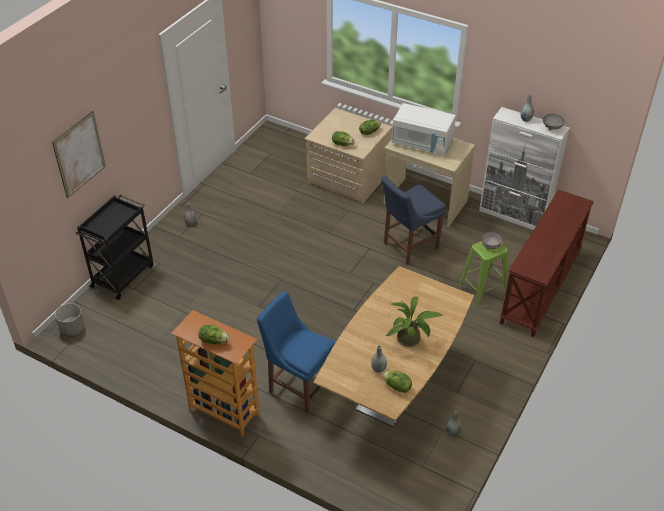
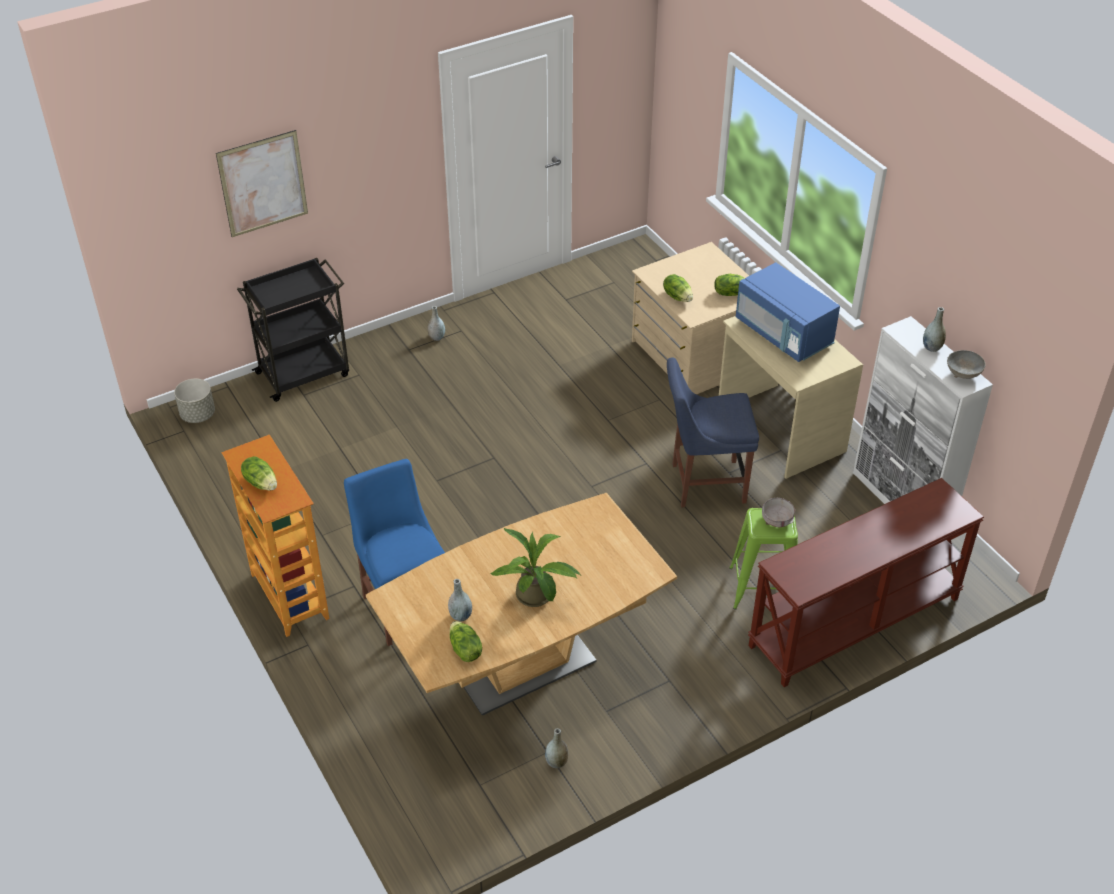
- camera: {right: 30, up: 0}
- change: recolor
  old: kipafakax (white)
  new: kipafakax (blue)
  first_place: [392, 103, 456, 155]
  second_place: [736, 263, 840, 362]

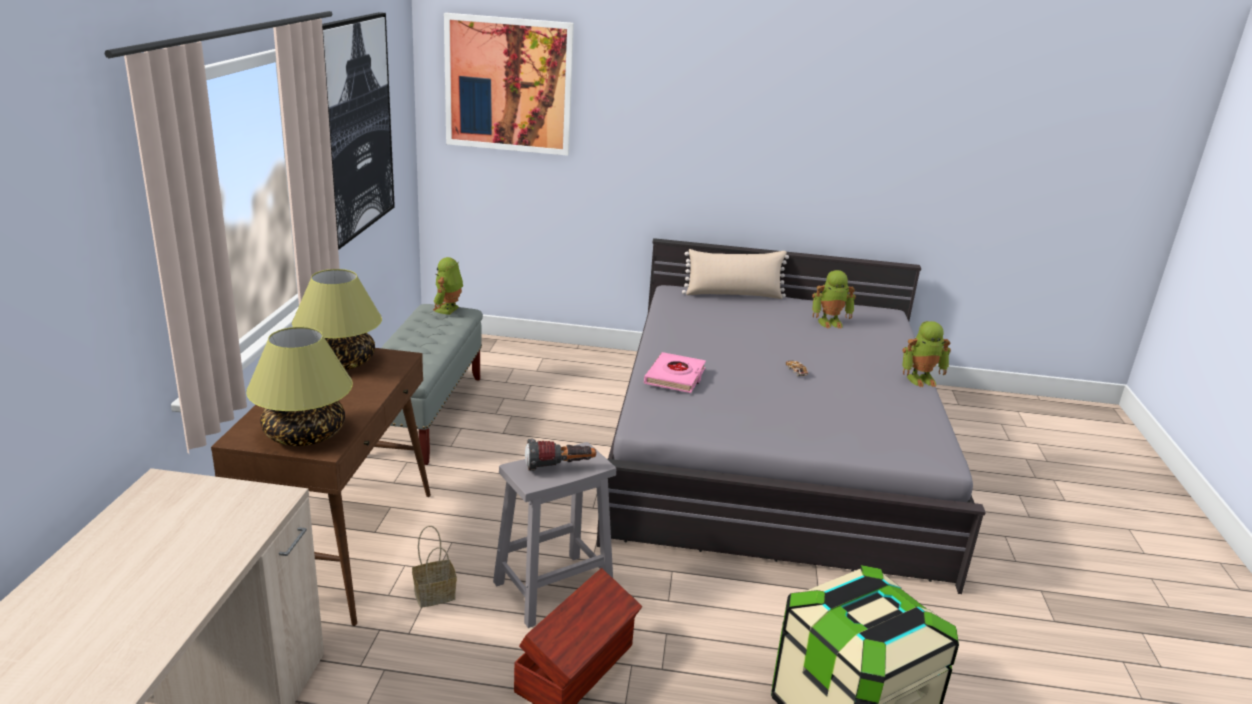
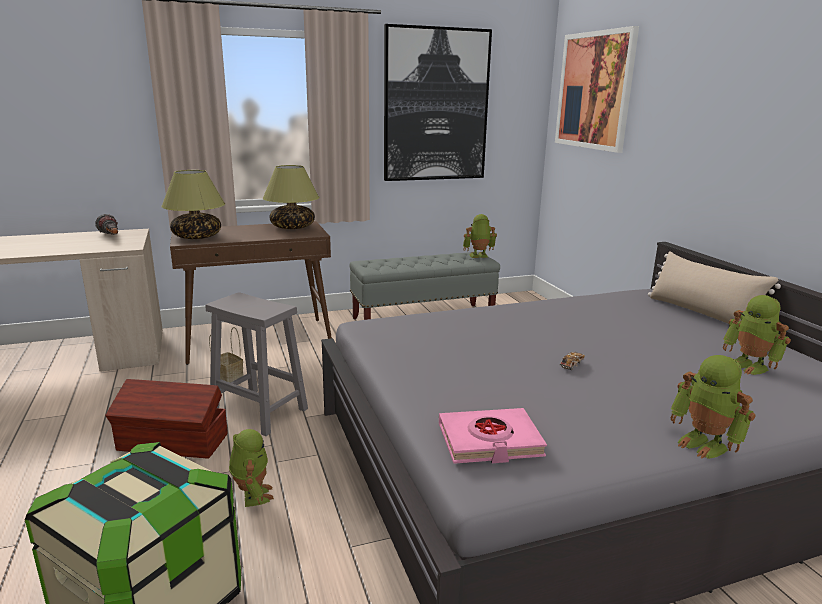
- camera: {right: 65, up: -5}
- change: move
  old: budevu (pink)
  first_place: [644, 352, 706, 393]
  second_place: [439, 408, 547, 464]
- change: move
  old: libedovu
  first_place: [525, 439, 596, 471]
  second_place: [95, 214, 118, 235]
- change: insert
  new: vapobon
  second_place: [229, 429, 274, 507]

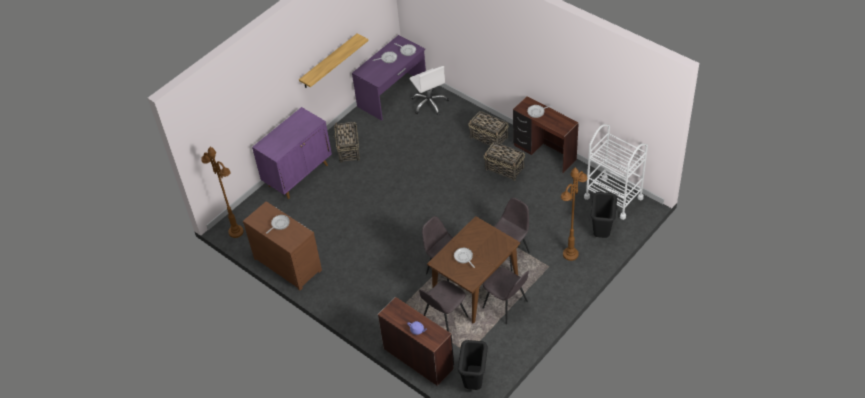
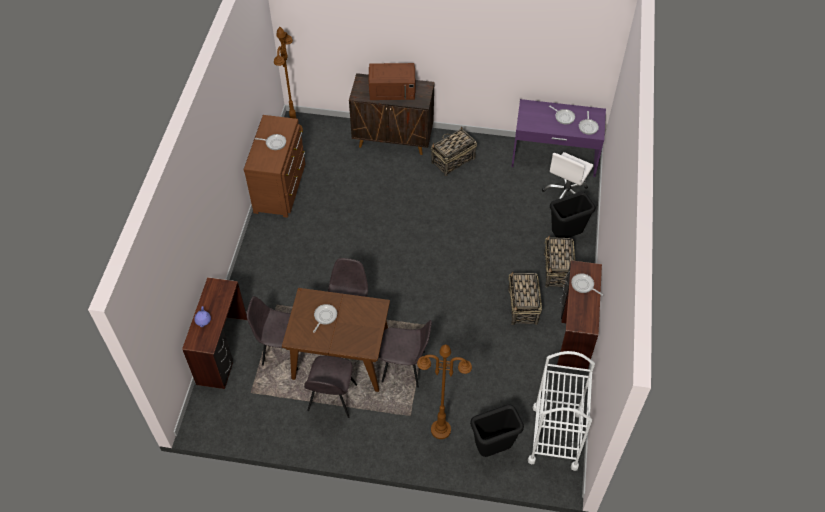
- camera: {right: 55, up: 5}
- change: delete
  old: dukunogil
  first_place: [299, 33, 369, 88]
- change: recolor
  old: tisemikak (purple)
  new: tisemikak (brown)
  first_place: [252, 107, 332, 199]
  second_place: [349, 73, 435, 155]
- change: move
  old: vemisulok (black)
  first_place: [458, 340, 488, 390]
  second_place: [550, 192, 595, 238]
- change: insert
  new: kipafakax (brown)
  second_place: [369, 63, 415, 100]

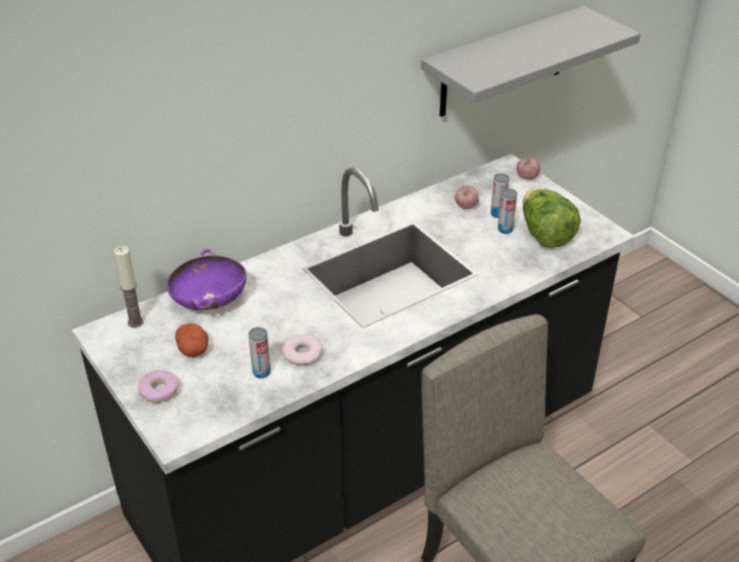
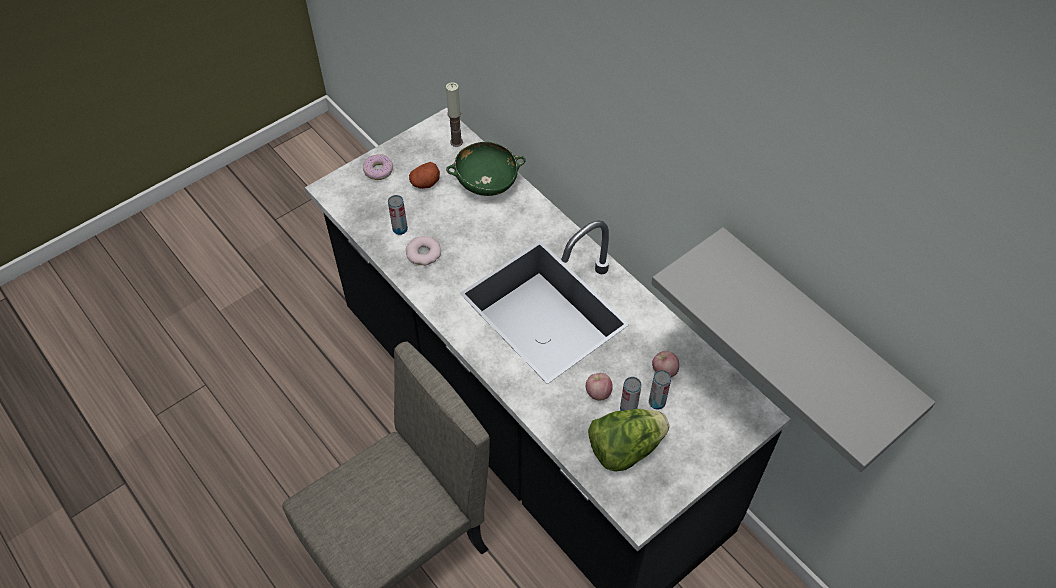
- camera: {right: 85, up: 15}
- change: move
  old: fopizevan
  first_place: [516, 157, 540, 180]
  second_place: [586, 373, 613, 400]
- change: recolor
  old: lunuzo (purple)
  new: lunuzo (green)
  first_place: [167, 249, 247, 310]
  second_place: [446, 142, 525, 196]

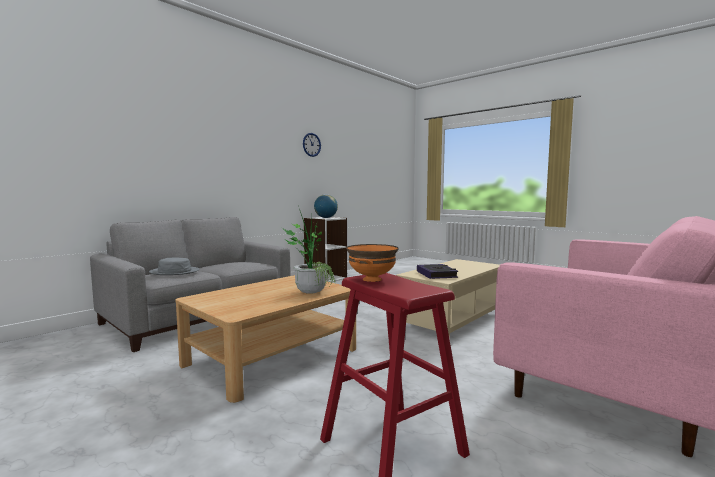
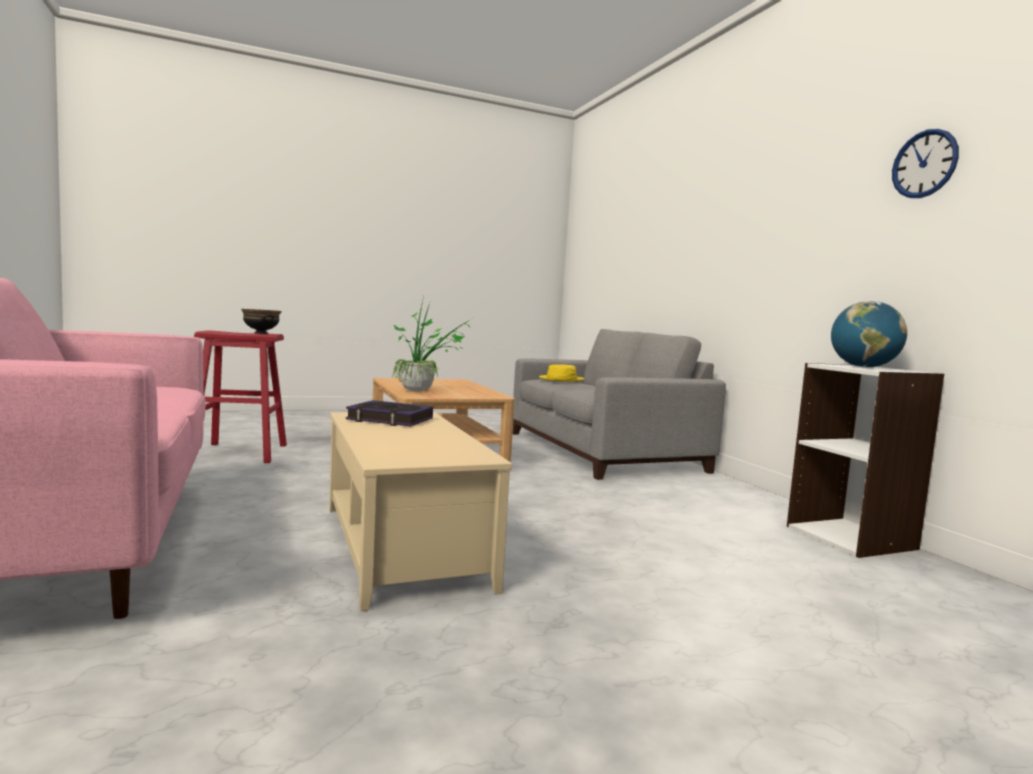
- camera: {right: 115, up: 0}
- change: recolor
  old: lunuzo (orange)
  new: lunuzo (black)
  first_place: [346, 244, 399, 282]
  second_place: [241, 309, 282, 334]
- change: recolor
  old: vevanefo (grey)
  new: vevanefo (yellow)
  first_place: [149, 258, 199, 275]
  second_place: [539, 364, 584, 382]

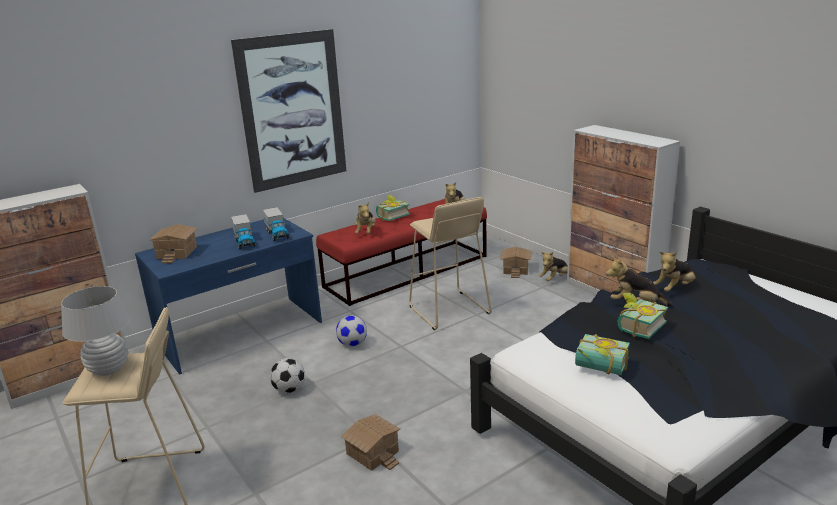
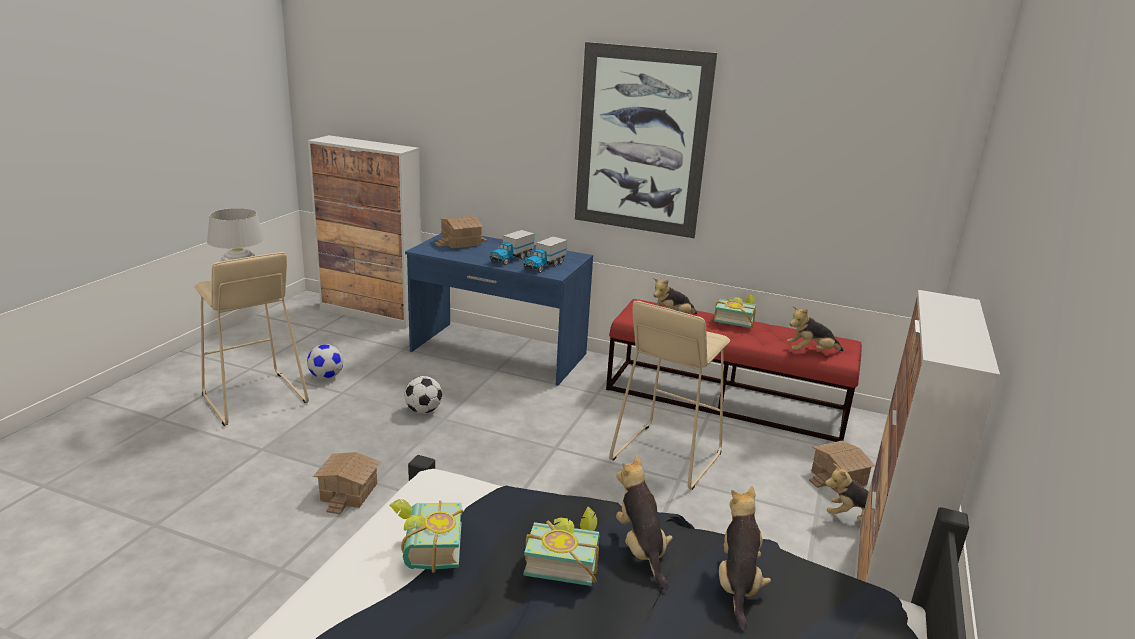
- camera: {right: 55, up: 0}
- change: rotate
  old: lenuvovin
  first_place: [653, 252, 696, 292]
  second_place: [719, 486, 771, 630]
  degrees: 75
- change: move
  old: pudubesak
  first_place: [336, 316, 367, 347]
  second_place: [307, 344, 343, 379]

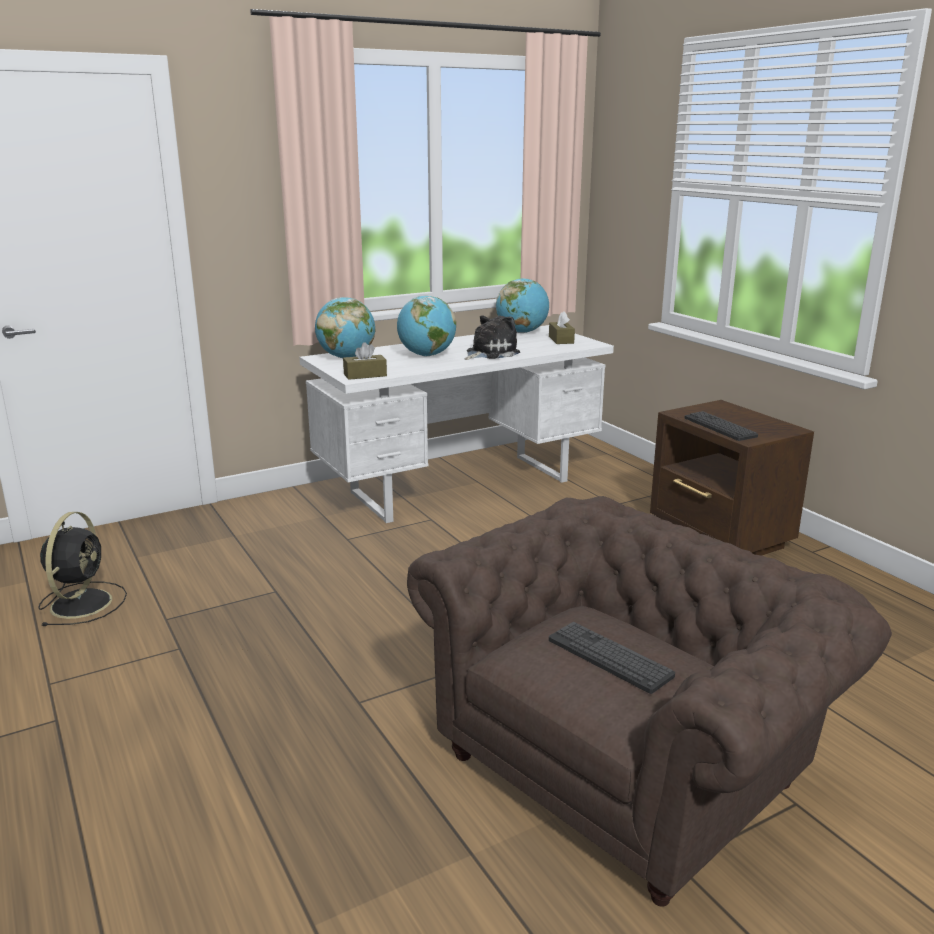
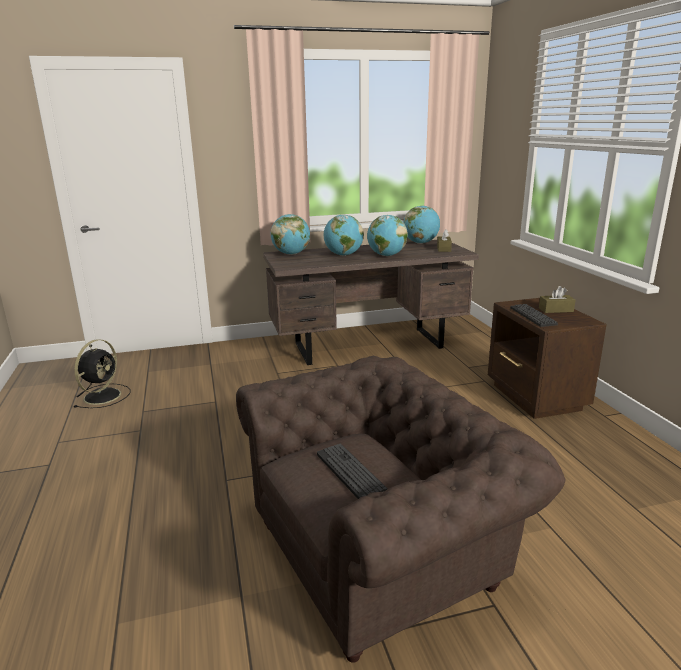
- camera: {right: 15, up: 0}
- change: replace
  old: lenuvovin
  new: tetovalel
  first_place: [465, 315, 520, 360]
  second_place: [367, 215, 408, 256]
- change: recolor
  old: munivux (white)
  new: munivux (brown)
  first_place: [299, 325, 614, 523]
  second_place: [263, 240, 479, 365]
- change: move
  old: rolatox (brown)
  first_place: [343, 342, 387, 380]
  second_place: [539, 286, 575, 313]

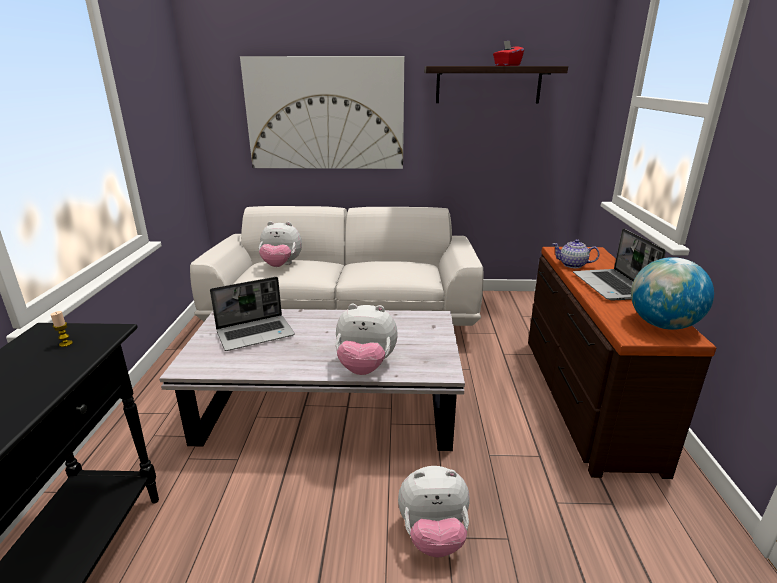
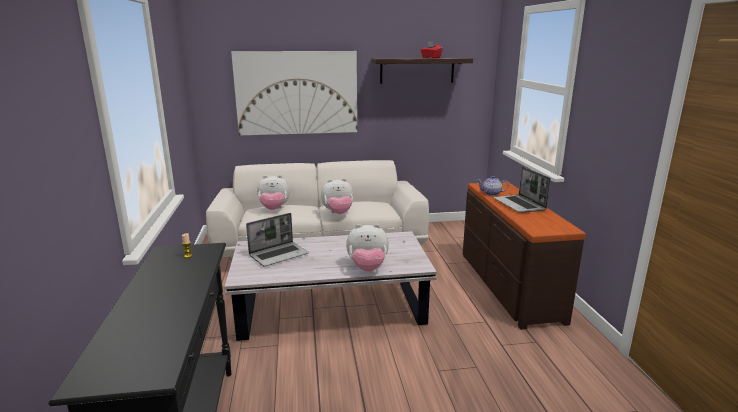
- camera: {right: -10, up: -5}
- change: delete
  old: tetovalel
  first_place: [631, 257, 714, 330]
- change: move
  old: lenuvovin
  first_place: [398, 466, 470, 558]
  second_place: [321, 178, 353, 214]

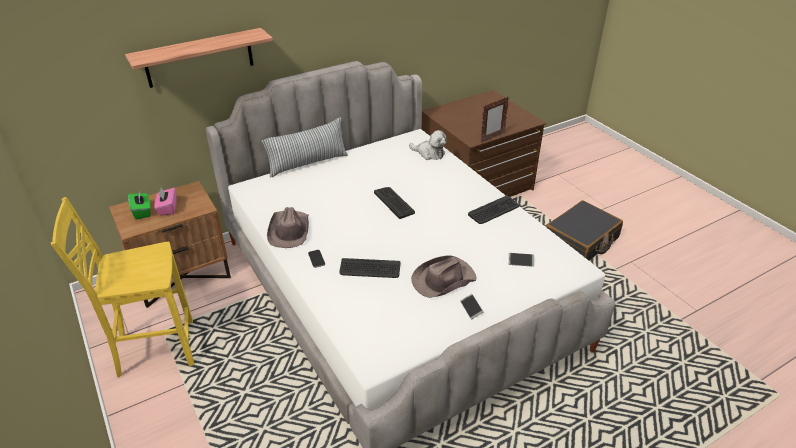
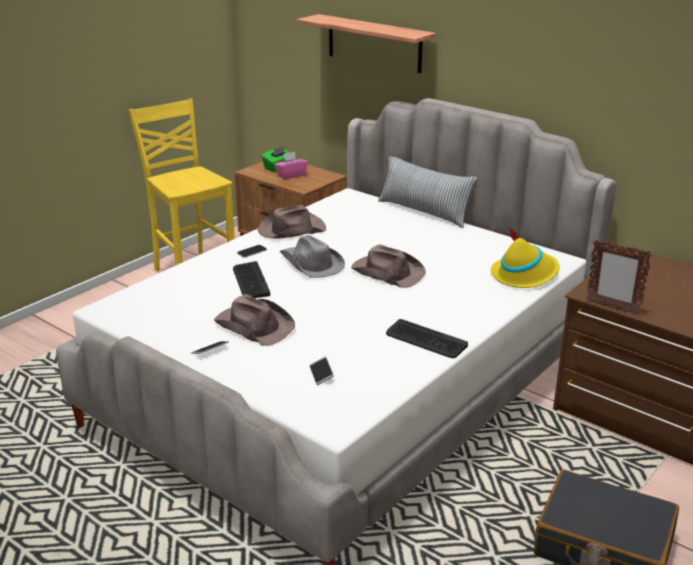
- camera: {right: 70, up: -10}
- change: replace
  old: lenuvovin
  new: vevanefo (yellow)
  first_place: [409, 130, 447, 160]
  second_place: [491, 226, 560, 288]
- change: replace
  old: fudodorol
  new: vevanefo (brown)
  first_place: [374, 187, 415, 219]
  second_place: [351, 244, 426, 288]
- change: insert
  new: vevanefo (grey)
  second_place: [280, 235, 345, 278]

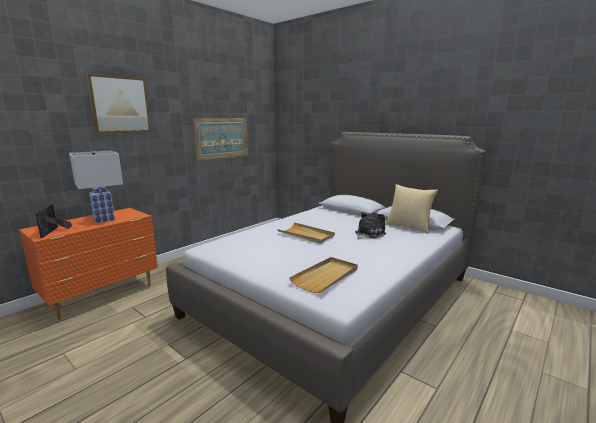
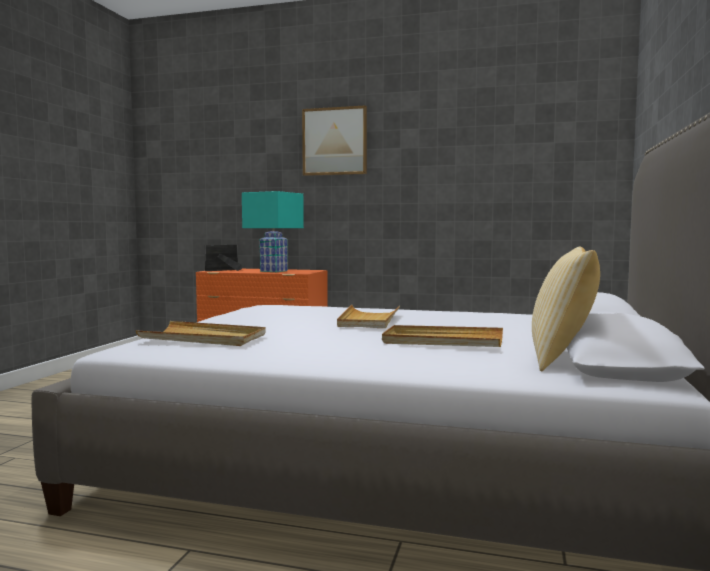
- camera: {right: 65, up: -10}
- change: delete
  old: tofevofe
  first_place: [194, 118, 248, 161]
- change: recolor
  old: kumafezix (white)
  new: kumafezix (turquoise)
  first_place: [69, 151, 123, 223]
  second_place: [242, 191, 304, 272]
- change: replace
  old: lenuvovin
  new: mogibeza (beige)
  first_place: [355, 212, 386, 239]
  second_place: [382, 325, 503, 347]

